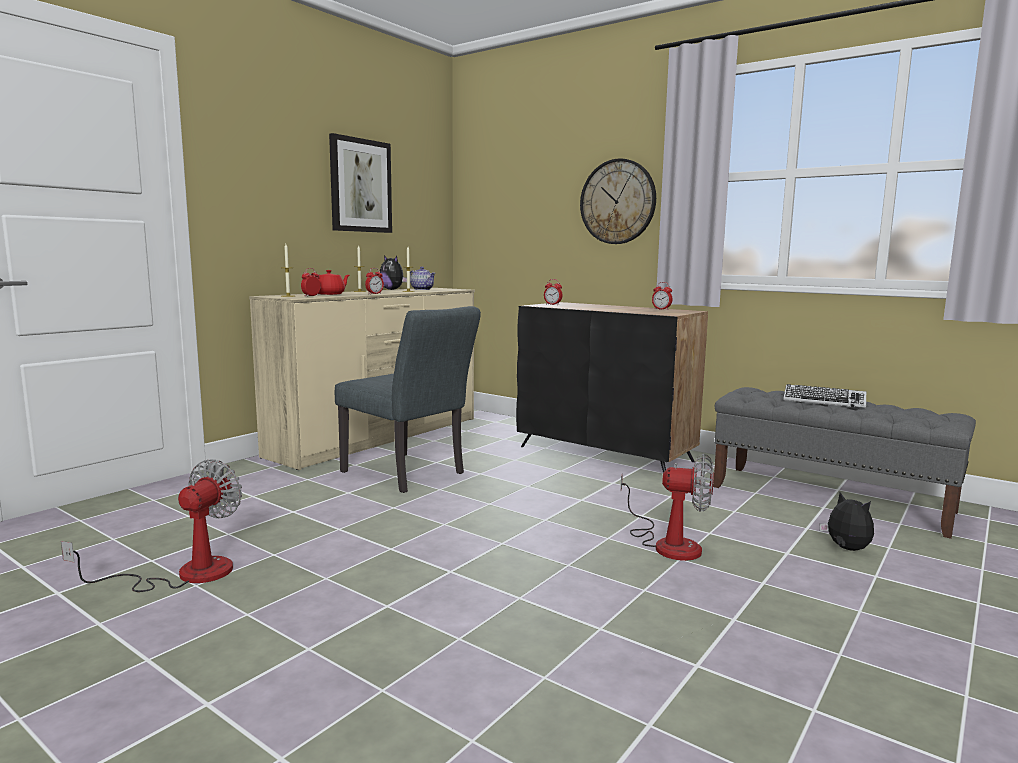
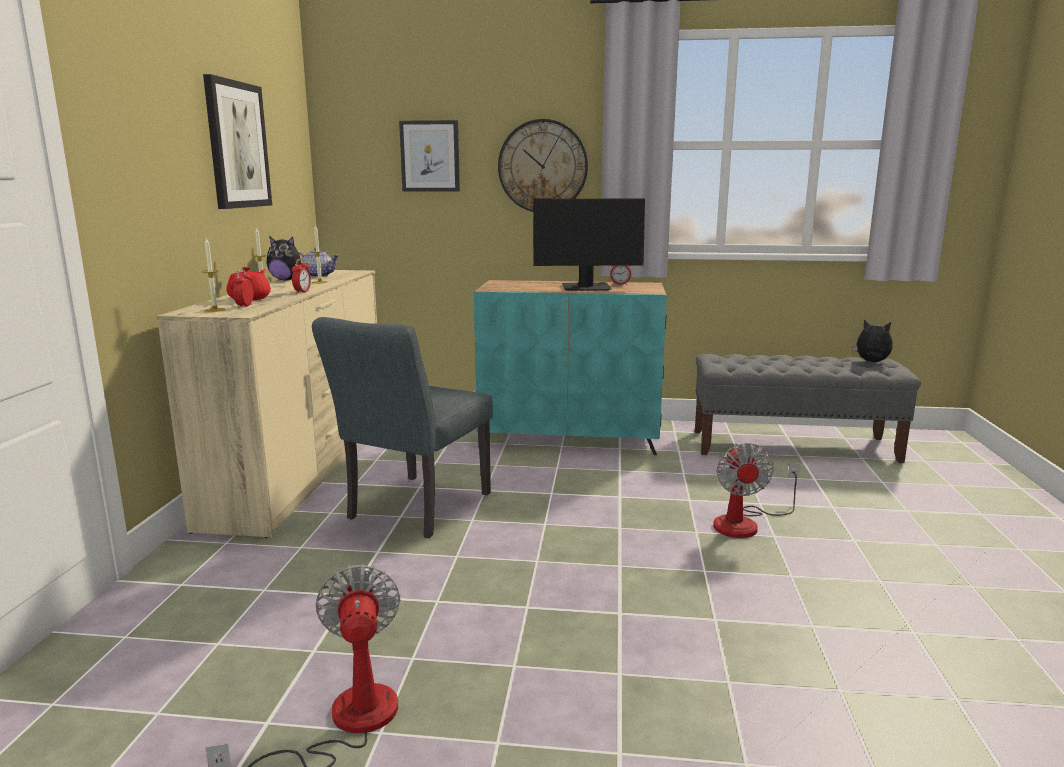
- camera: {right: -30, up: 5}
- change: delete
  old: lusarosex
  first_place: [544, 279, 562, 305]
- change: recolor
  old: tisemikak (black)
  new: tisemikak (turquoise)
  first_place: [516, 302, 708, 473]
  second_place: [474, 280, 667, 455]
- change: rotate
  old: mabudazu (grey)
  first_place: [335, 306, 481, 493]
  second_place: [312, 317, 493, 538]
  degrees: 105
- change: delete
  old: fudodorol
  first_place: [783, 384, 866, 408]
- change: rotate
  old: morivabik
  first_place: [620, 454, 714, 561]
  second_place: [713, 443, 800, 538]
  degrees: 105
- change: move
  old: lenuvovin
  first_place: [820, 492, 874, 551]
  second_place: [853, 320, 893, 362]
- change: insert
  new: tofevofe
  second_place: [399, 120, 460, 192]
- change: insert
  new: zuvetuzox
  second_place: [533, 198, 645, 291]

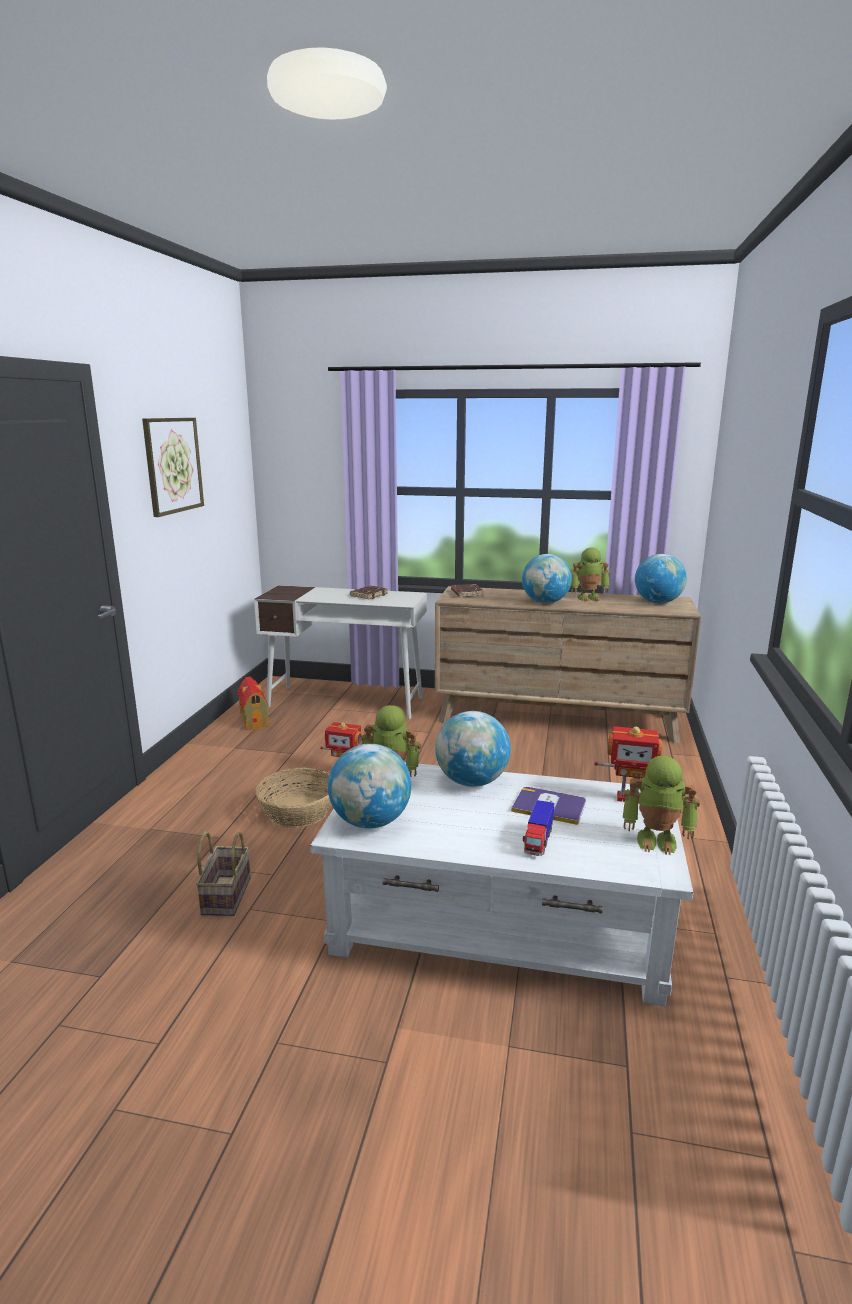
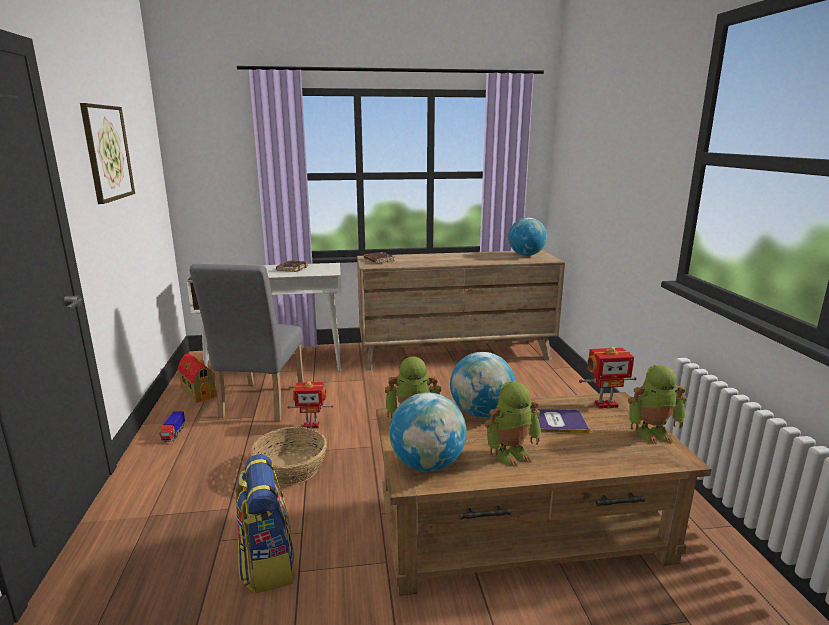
- camera: {right: -20, up: 0}
- change: move
  old: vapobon
  first_place: [571, 547, 610, 602]
  second_place: [485, 382, 541, 468]
- change: delete
  old: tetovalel
  first_place: [522, 554, 572, 604]
- change: recolor
  old: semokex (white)
  new: semokex (brown)
  first_place: [310, 762, 694, 1006]
  second_place: [376, 392, 712, 596]
- change: move
  old: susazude
  first_place: [523, 800, 554, 856]
  second_place: [159, 411, 185, 442]
- change: replace
  old: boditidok
  new: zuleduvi
  first_place: [196, 831, 251, 916]
  second_place: [236, 454, 295, 593]
- change: insert
  new: mabudazu (grey)
  second_place: [189, 264, 304, 422]

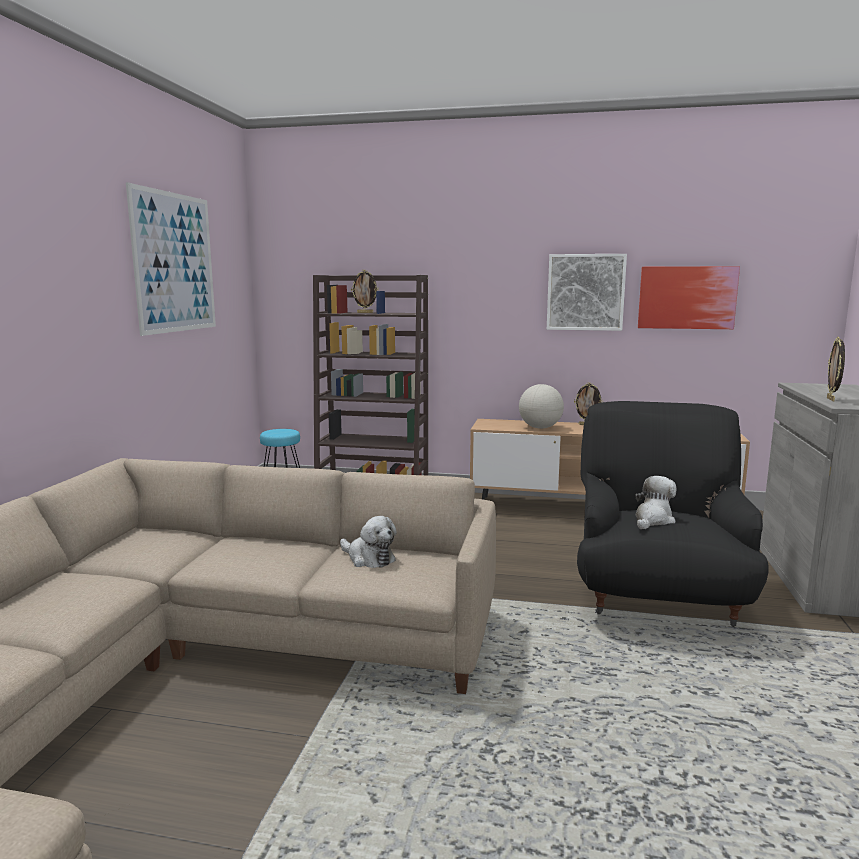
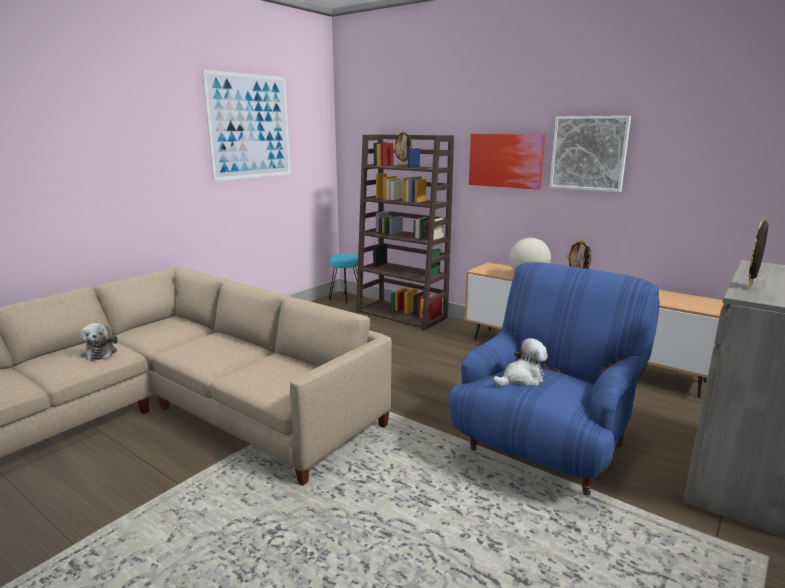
- camera: {right: 25, up: 5}
- change: move
  old: tofevofe
  first_place: [638, 266, 740, 329]
  second_place: [469, 134, 545, 190]
- change: recolor
  old: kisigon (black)
  new: kisigon (blue)
  first_place: [577, 401, 769, 627]
  second_place: [448, 262, 660, 495]
- change: move
  old: lenuvovin
  first_place: [340, 516, 397, 568]
  second_place: [80, 323, 118, 361]

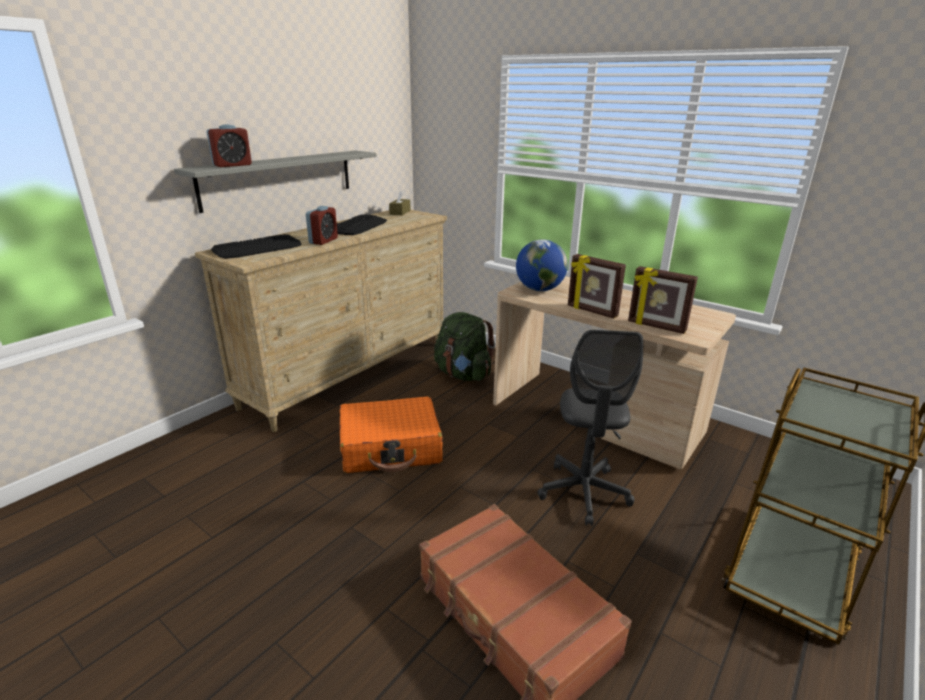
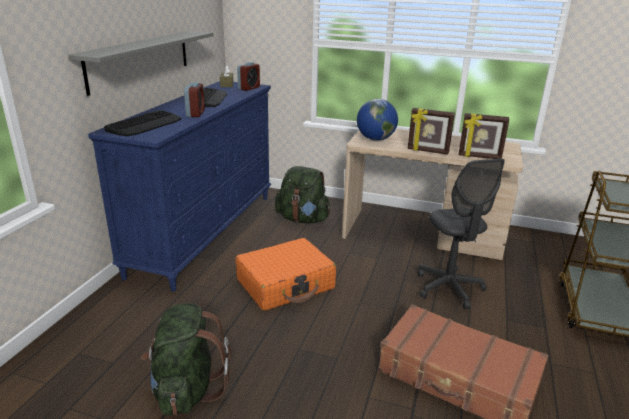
- camera: {right: -20, up: 0}
- change: move
  old: lusarosex
  first_place: [207, 124, 252, 167]
  second_place: [237, 62, 260, 91]
- change: recolor
  old: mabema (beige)
  new: mabema (blue)
  first_place: [195, 210, 447, 432]
  second_place: [88, 81, 272, 292]
- change: insert
  new: zuleduvi (green)
  second_place: [141, 303, 231, 415]

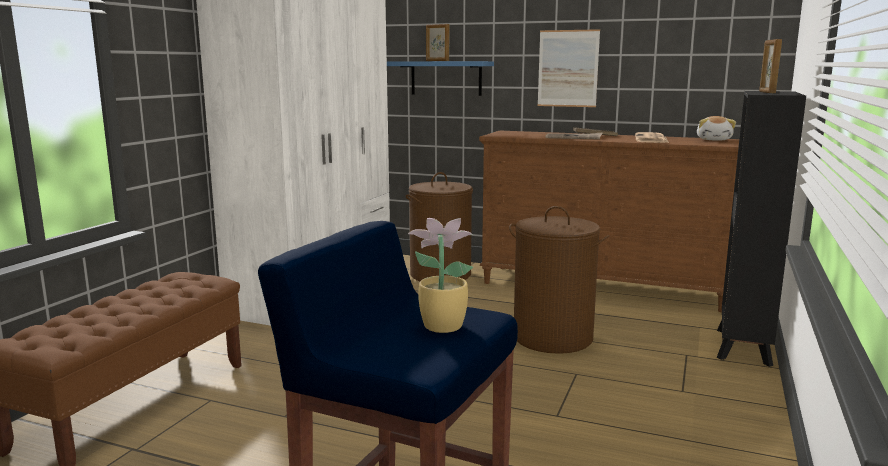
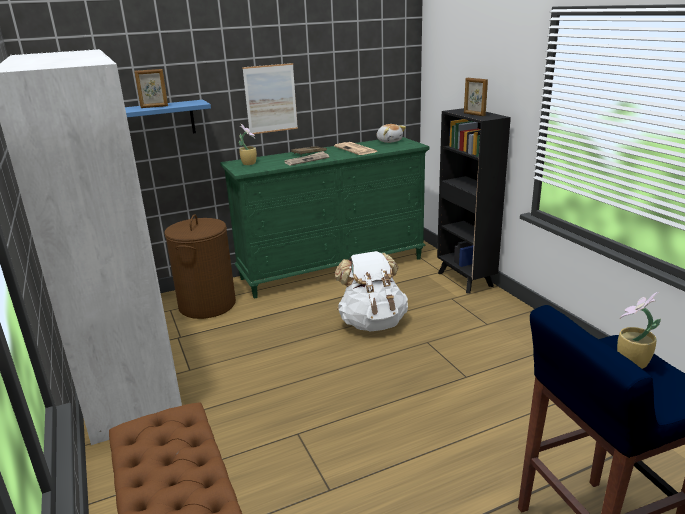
- camera: {right: -45, up: 10}
- change: recolor
  old: mabema (brown)
  new: mabema (green)
  first_place: [479, 131, 739, 312]
  second_place: [220, 137, 429, 298]
- change: replace
  old: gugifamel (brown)
  new: zuleduvi (white)
  first_place: [509, 206, 609, 354]
  second_place: [335, 251, 408, 331]
- change: insert
  new: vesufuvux
  second_place: [239, 124, 257, 165]

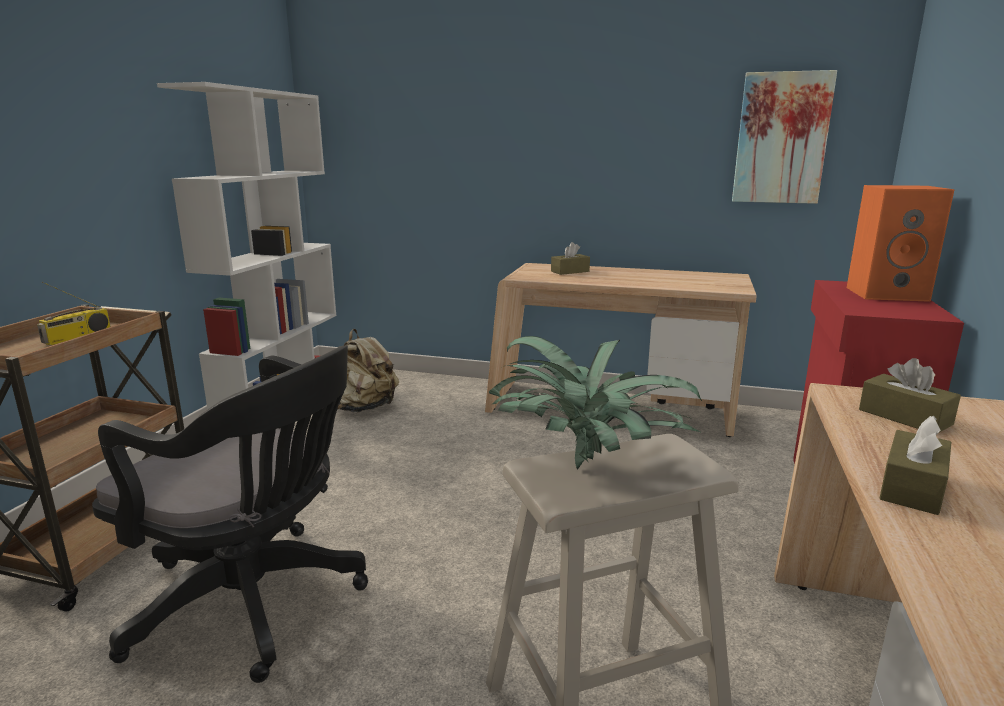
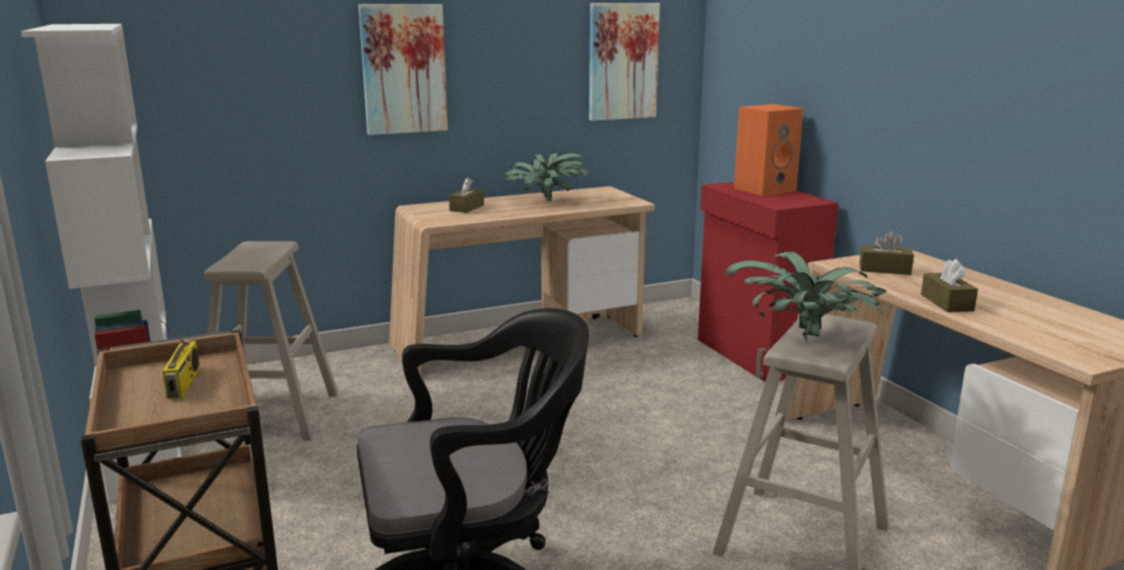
- camera: {right: -40, up: 0}
- change: replace
  old: zuleduvi (beige)
  new: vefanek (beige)
  first_place: [337, 329, 399, 412]
  second_place: [204, 241, 338, 441]
- change: insert
  new: tofevofe
  second_place: [358, 4, 448, 135]
- change: insert
  new: vesufuvux
  second_place: [505, 153, 589, 201]

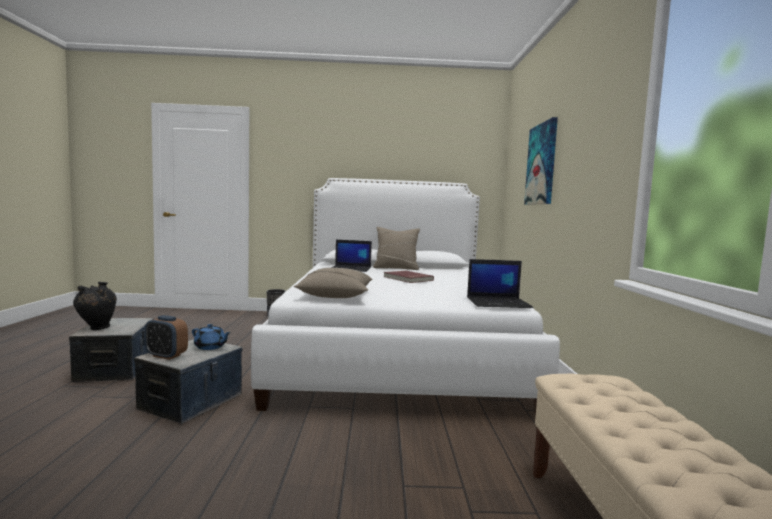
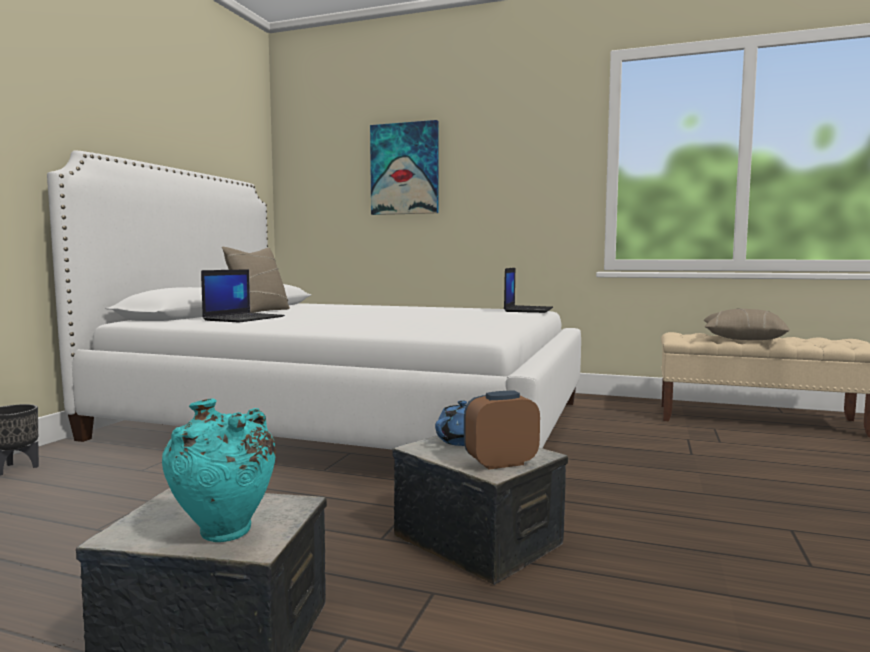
- camera: {right: -70, up: 0}
- change: move
  old: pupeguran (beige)
  first_place: [294, 268, 372, 298]
  second_place: [704, 308, 790, 340]
- change: delete
  old: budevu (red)
  first_place: [384, 271, 434, 283]
- change: recolor
  old: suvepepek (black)
  new: suvepepek (turquoise)
  first_place: [73, 282, 117, 330]
  second_place: [162, 399, 276, 542]
- change: rotate
  old: lusarosex
  first_place: [145, 315, 188, 360]
  second_place: [464, 391, 540, 470]
  degrees: -150

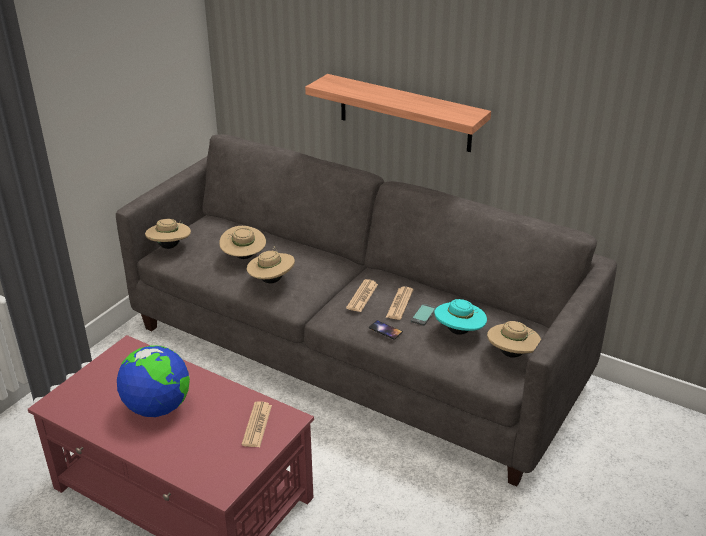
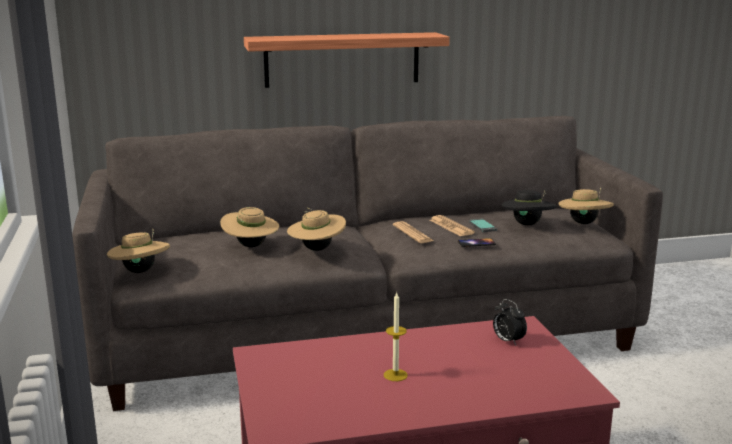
- camera: {right: -45, up: -15}
- change: recolor
  old: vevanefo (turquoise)
  new: vevanefo (black)
  first_place: [434, 299, 487, 335]
  second_place: [502, 189, 557, 226]
- change: replace
  old: tetovalel
  new: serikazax
  first_place: [117, 345, 190, 417]
  second_place: [384, 291, 408, 381]
- change: replace
  old: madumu
  new: lusarosex
  first_place: [242, 401, 272, 447]
  second_place: [493, 299, 527, 345]

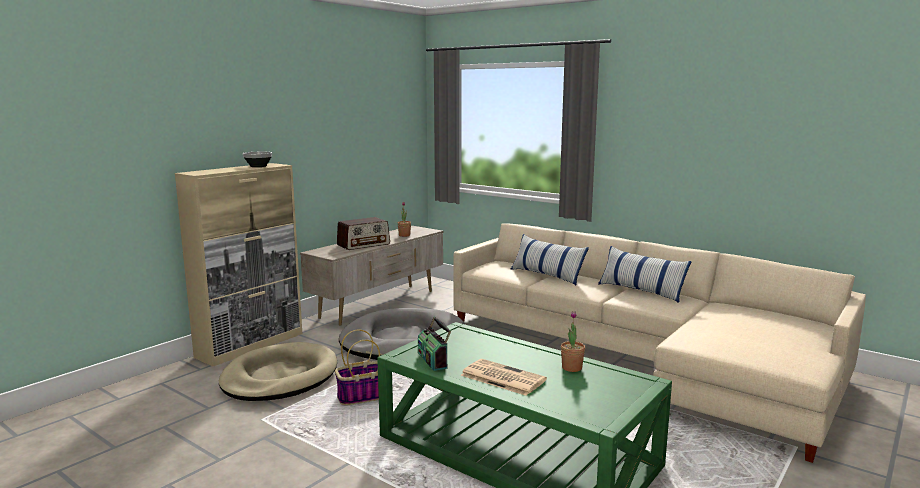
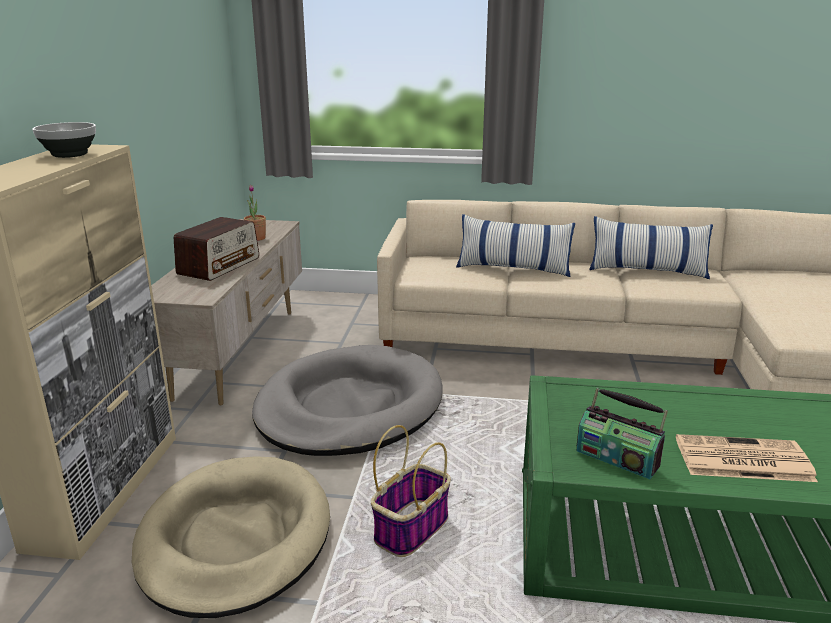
- camera: {right: -30, up: 10}
- change: delete
  old: vesufuvux
  first_place: [561, 311, 585, 372]

